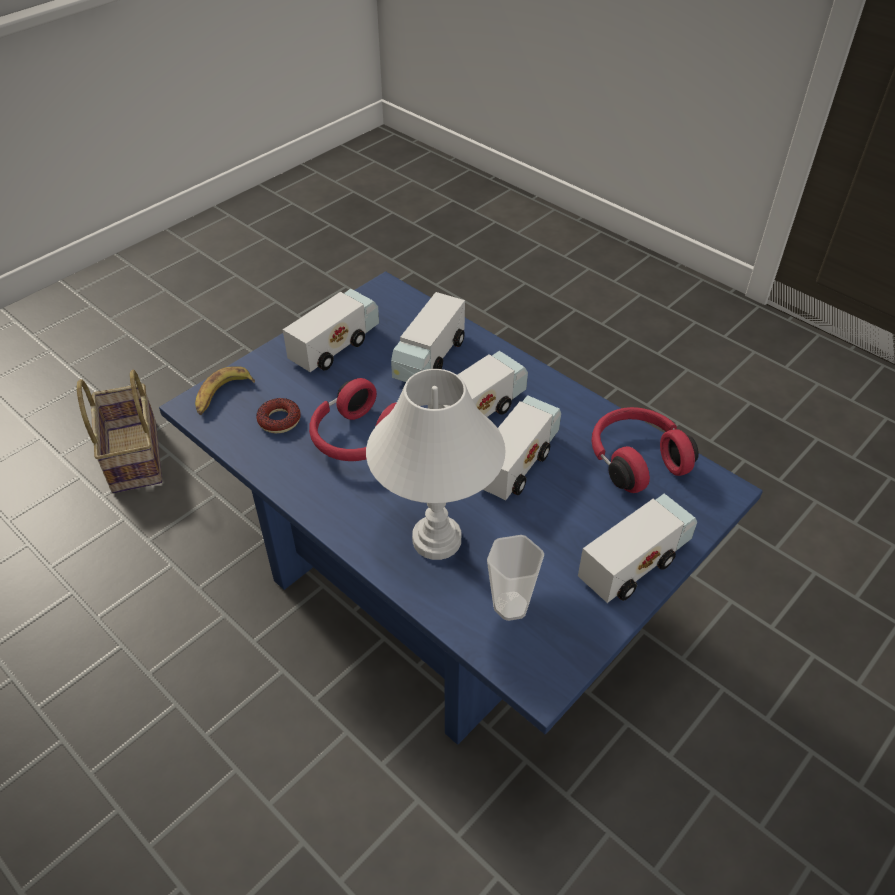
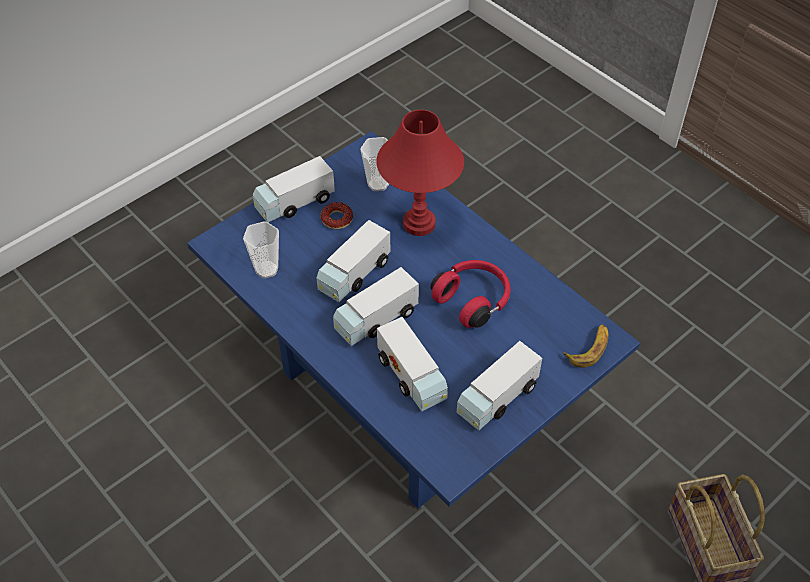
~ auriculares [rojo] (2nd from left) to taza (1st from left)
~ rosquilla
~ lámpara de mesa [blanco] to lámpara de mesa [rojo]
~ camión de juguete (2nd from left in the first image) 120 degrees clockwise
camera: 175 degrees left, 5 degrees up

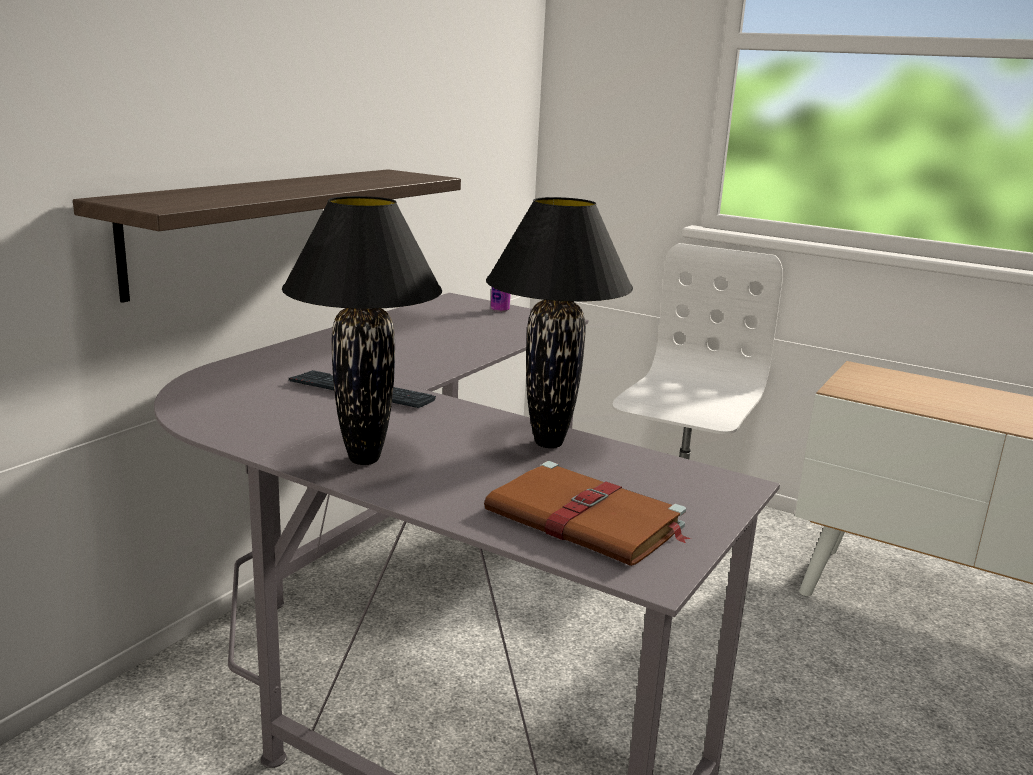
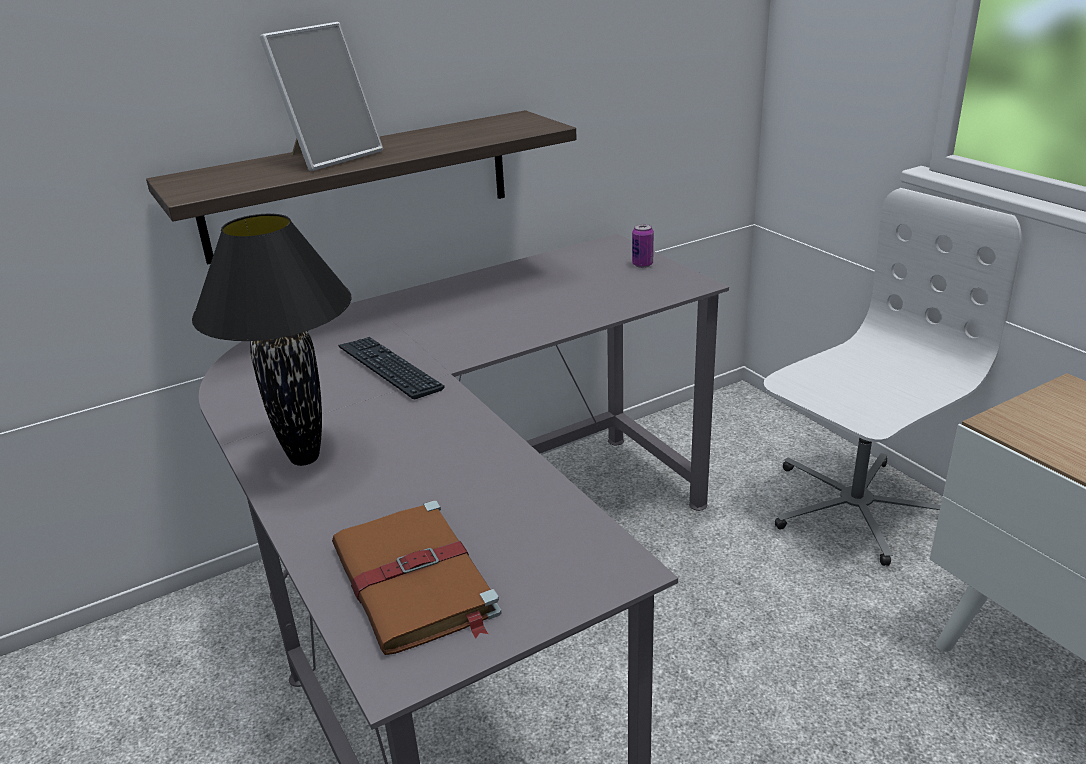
+ portarretratos
- lámpara de mesa [negro] (2nd from left)
camera: 30 degrees right, 10 degrees up

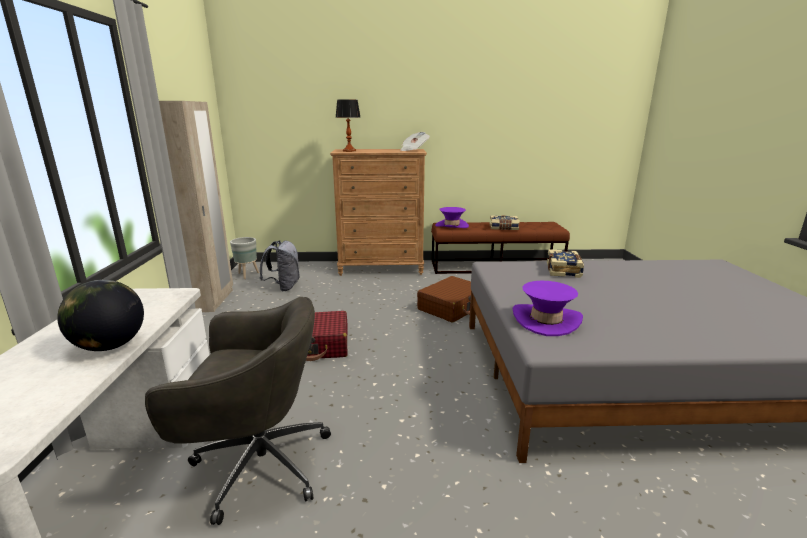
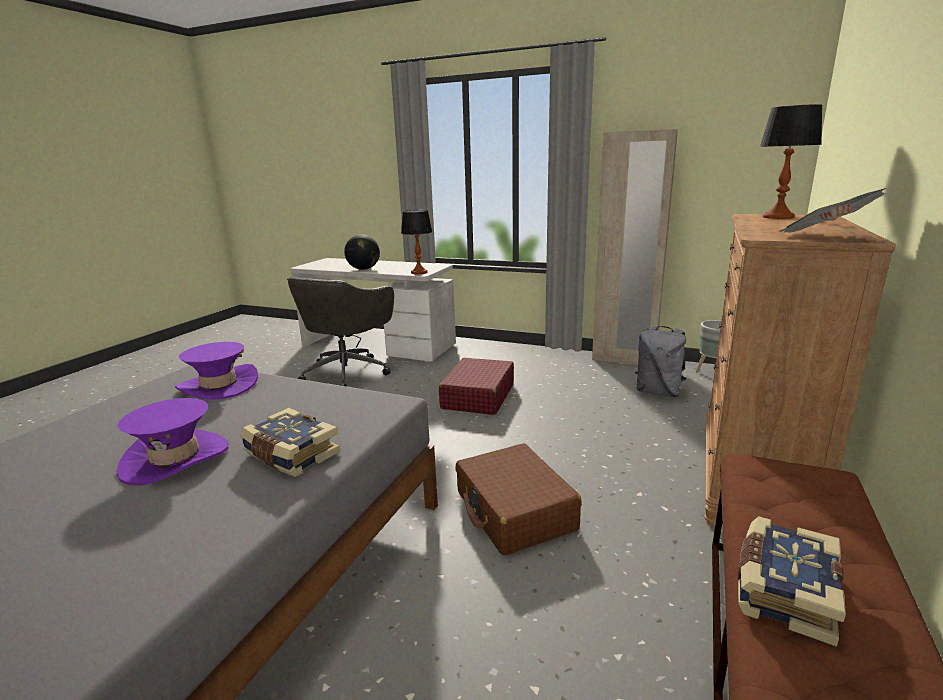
~ sombrero [morado] (1st from left)
+ lámpara de mesa (1st from left)
camera: 115 degrees right, 0 degrees up

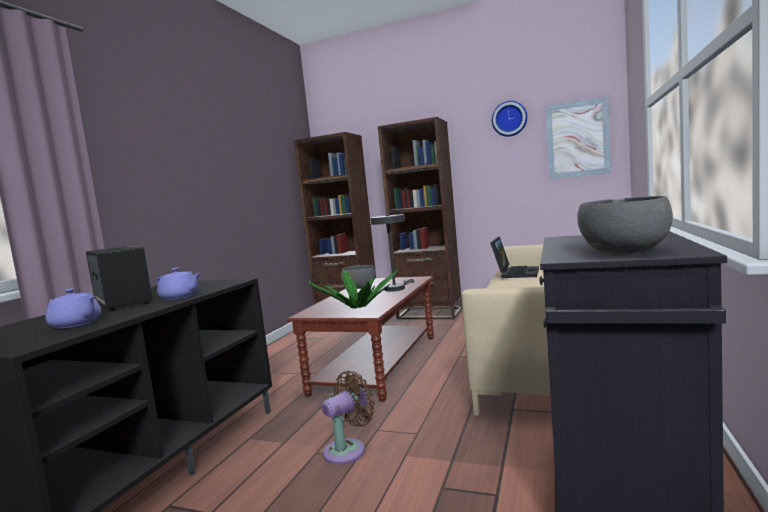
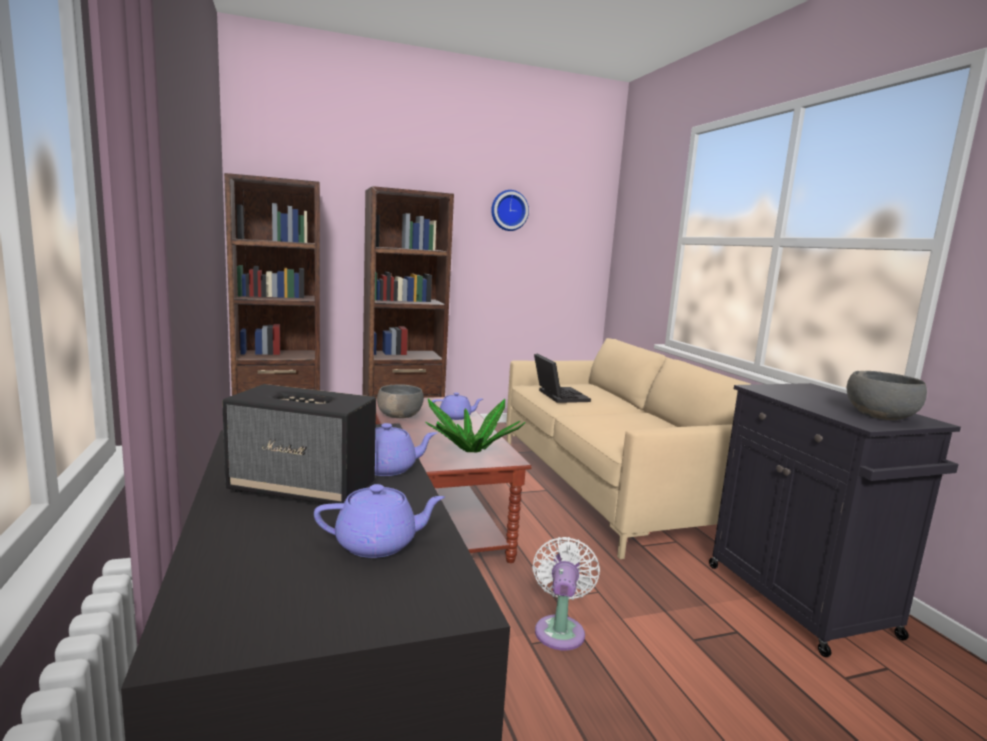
~ lámpara de mesa [gris] to tetera [morado] (3rd from left)
~ ventilador [marrón] to ventilador [blanco]
- cuadro
camera: 40 degrees left, 5 degrees up

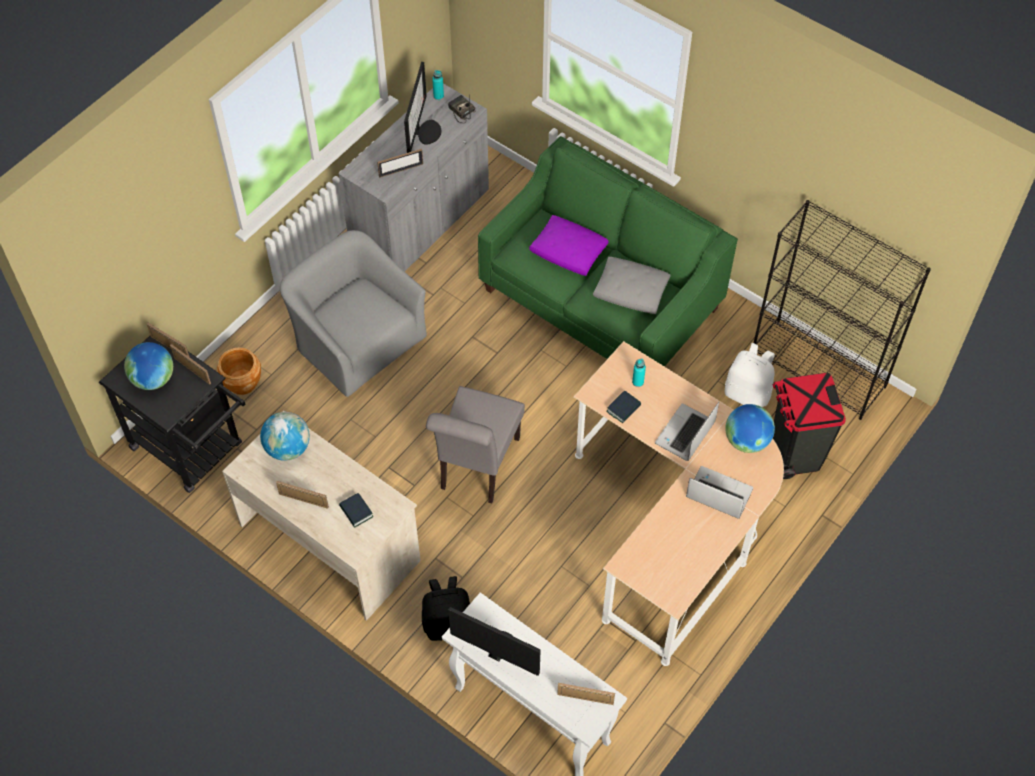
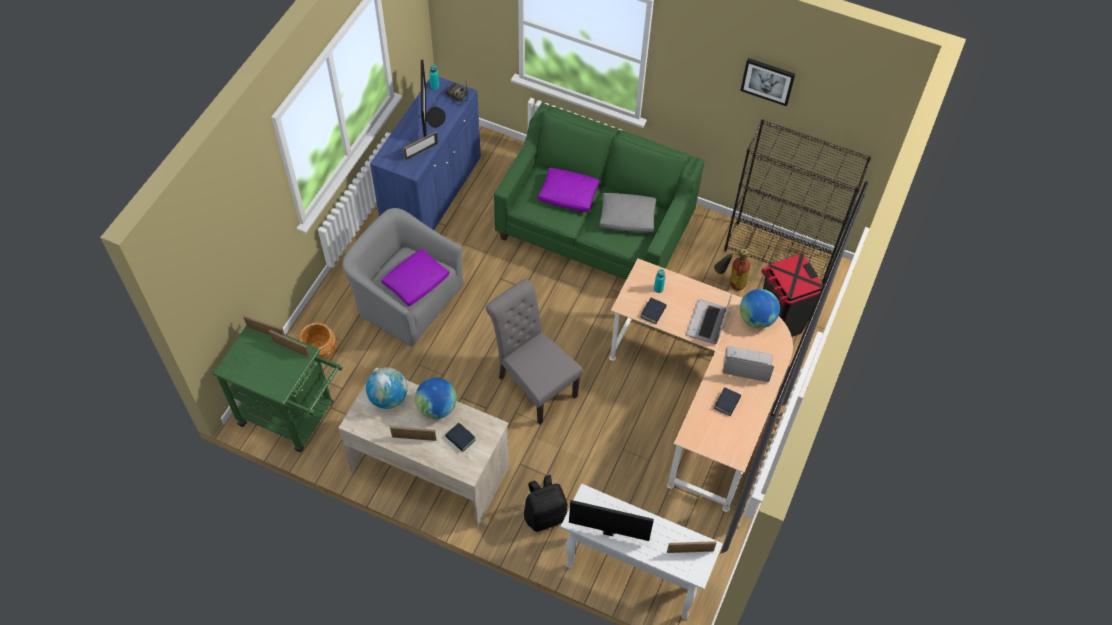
~ carrito [negro] to carrito [verde]
~ armario [gris] to armario [azul]
+ cojín [morado] (1st from left)
~ globo terráqueo (1st from left in the first image) to globo terráqueo (2nd from left)
~ silla [gris] 135 degrees clockwise
~ mochila [blanco] to extintor
+ libro (3rd from left)
+ cuadro
camera: 15 degrees left, 0 degrees up

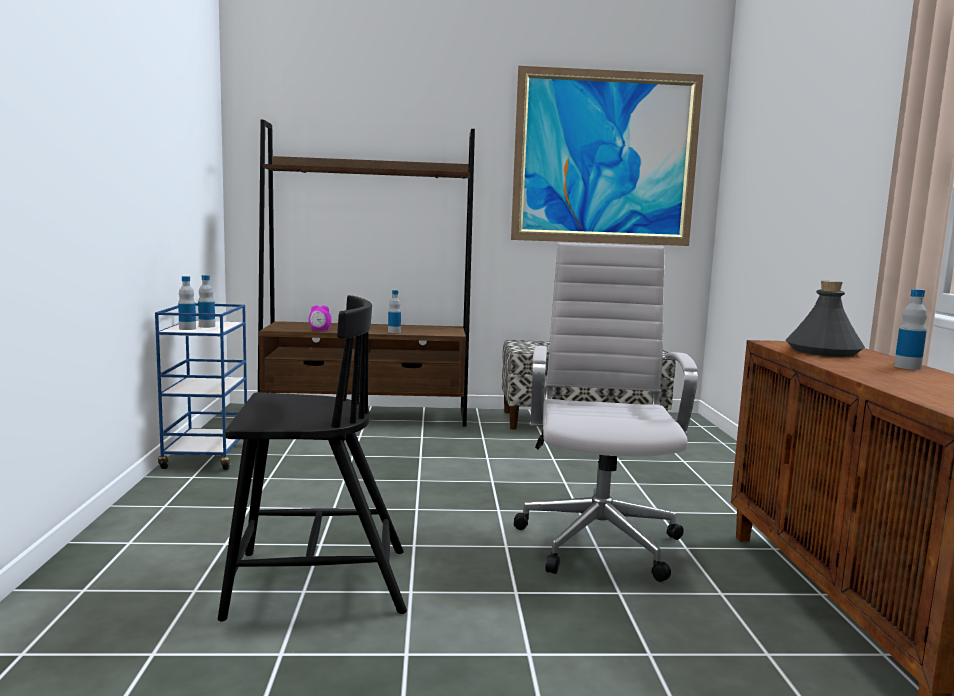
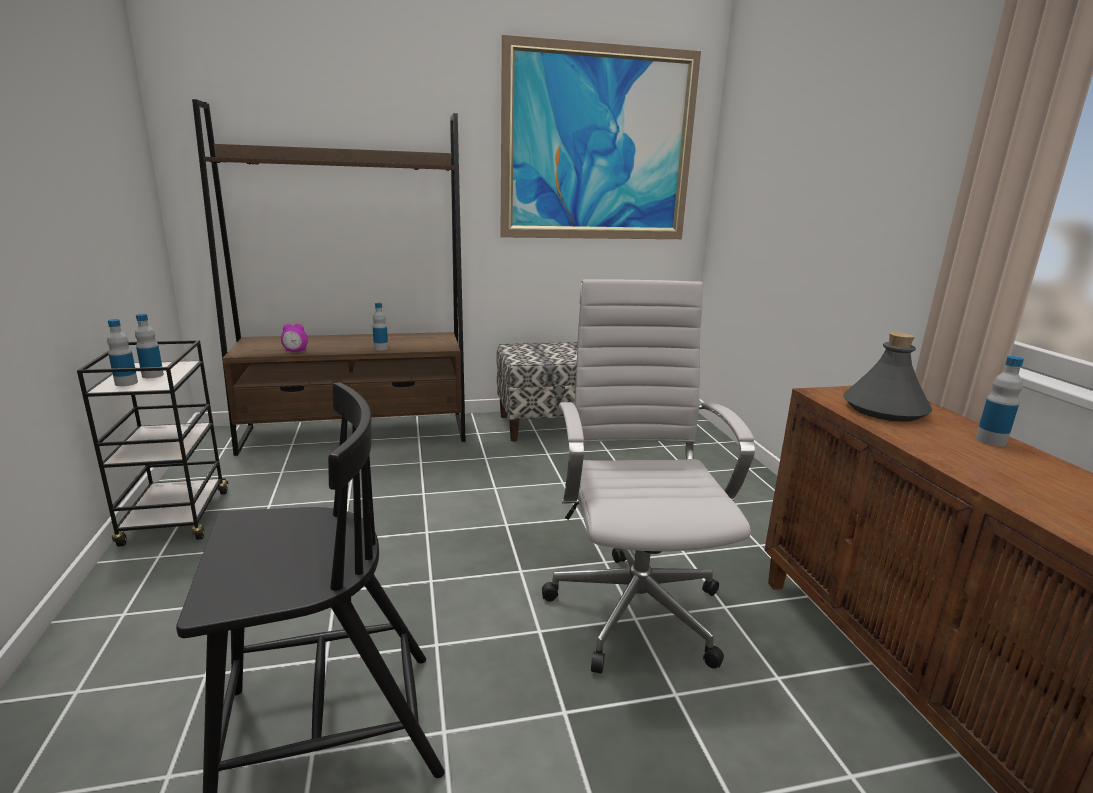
~ carrito [azul] to carrito [negro]
camera: 10 degrees left, 10 degrees up

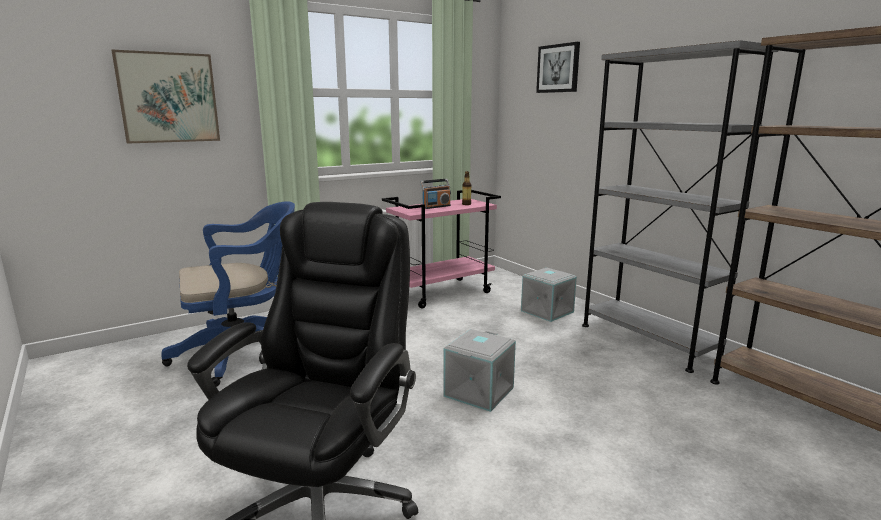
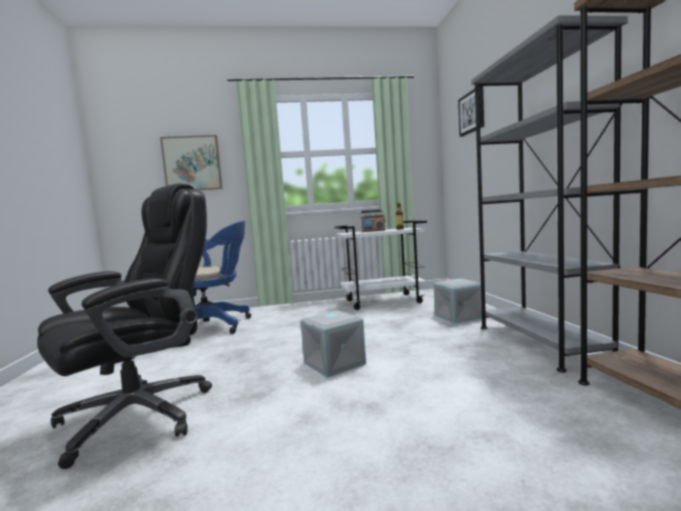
~ carrito [rosa] to carrito [blanco]
camera: 25 degrees right, 10 degrees down

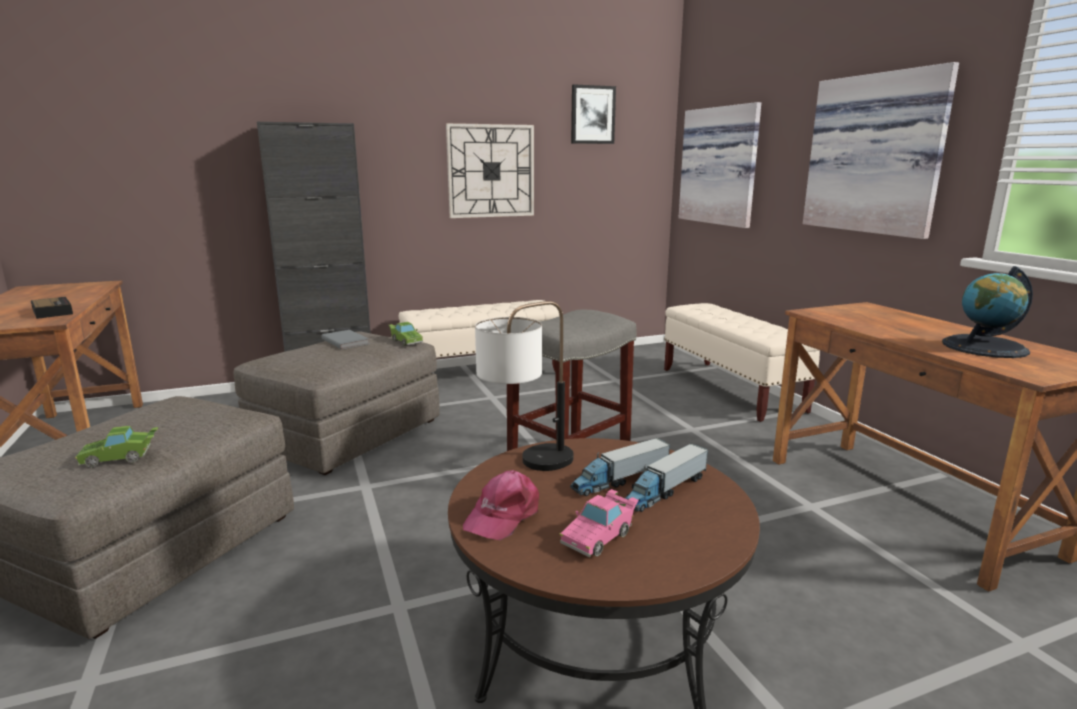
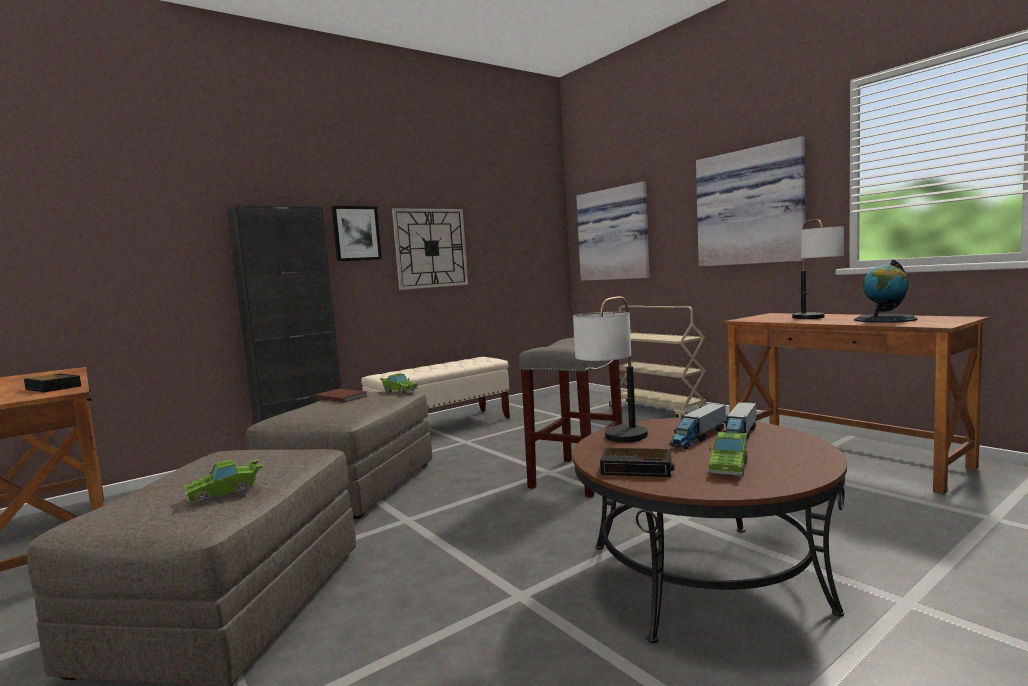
~ libro [gris] to libro [marrón]
~ cuadro (1st from left)
~ gorra [rosa] to despertador (2nd from left)
~ banco [beis] (2nd from left) to carrito [beis]
~ coche de juguete [rosa] to coche de juguete [verde] (3rd from left)
+ lámpara de mesa (2nd from left)
camera: 15 degrees left, 10 degrees down

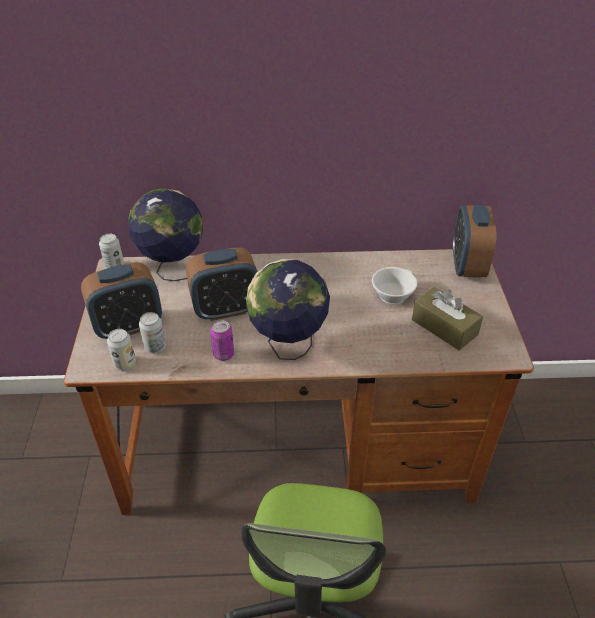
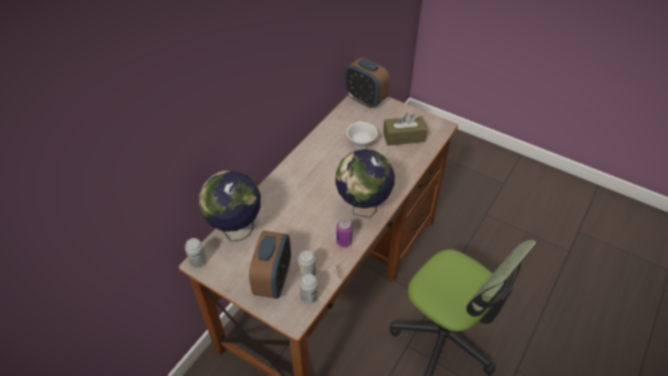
- despertador (2nd from left)
camera: 55 degrees left, 5 degrees up

